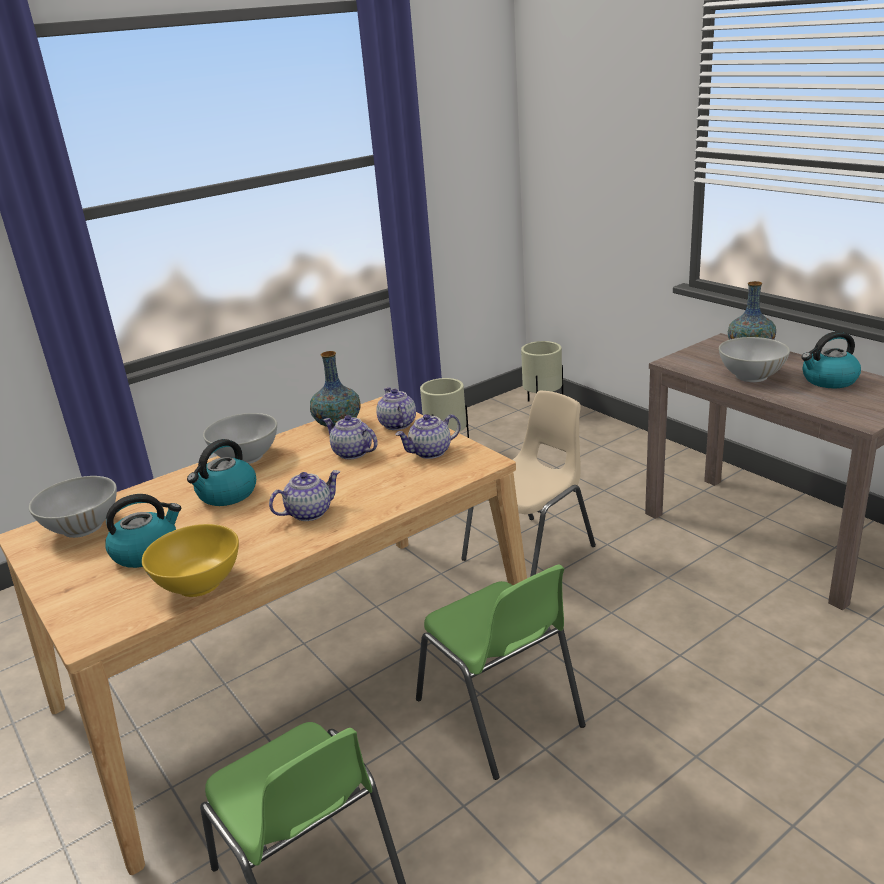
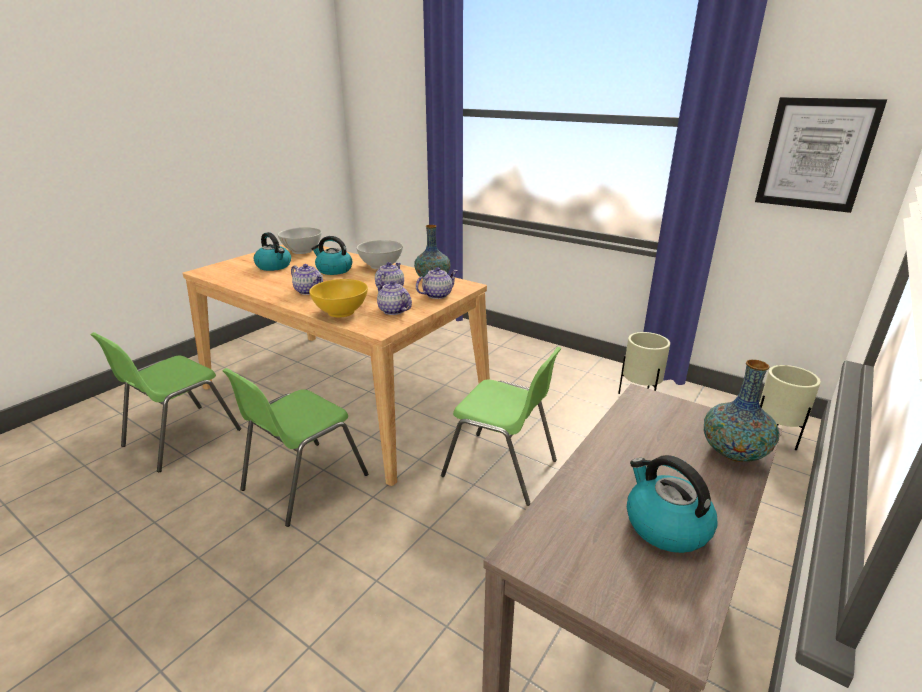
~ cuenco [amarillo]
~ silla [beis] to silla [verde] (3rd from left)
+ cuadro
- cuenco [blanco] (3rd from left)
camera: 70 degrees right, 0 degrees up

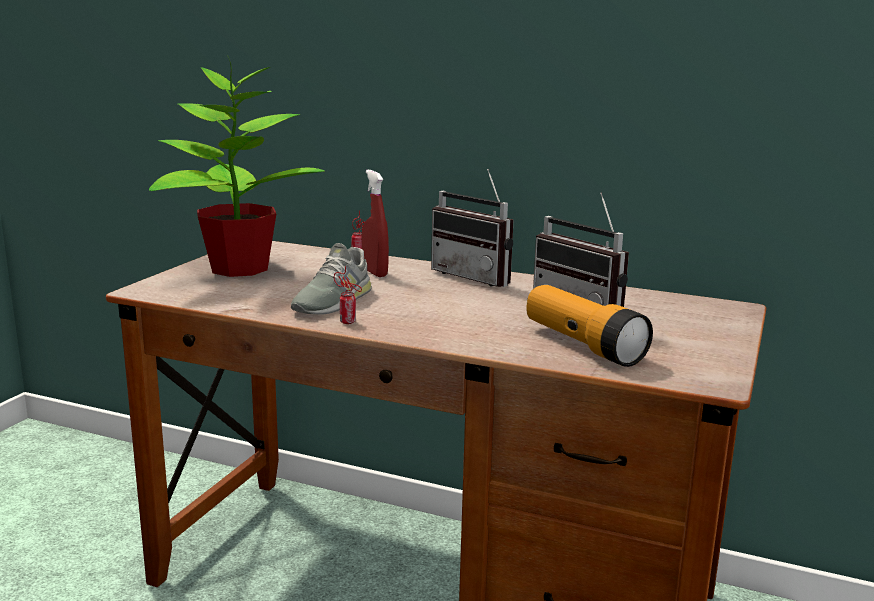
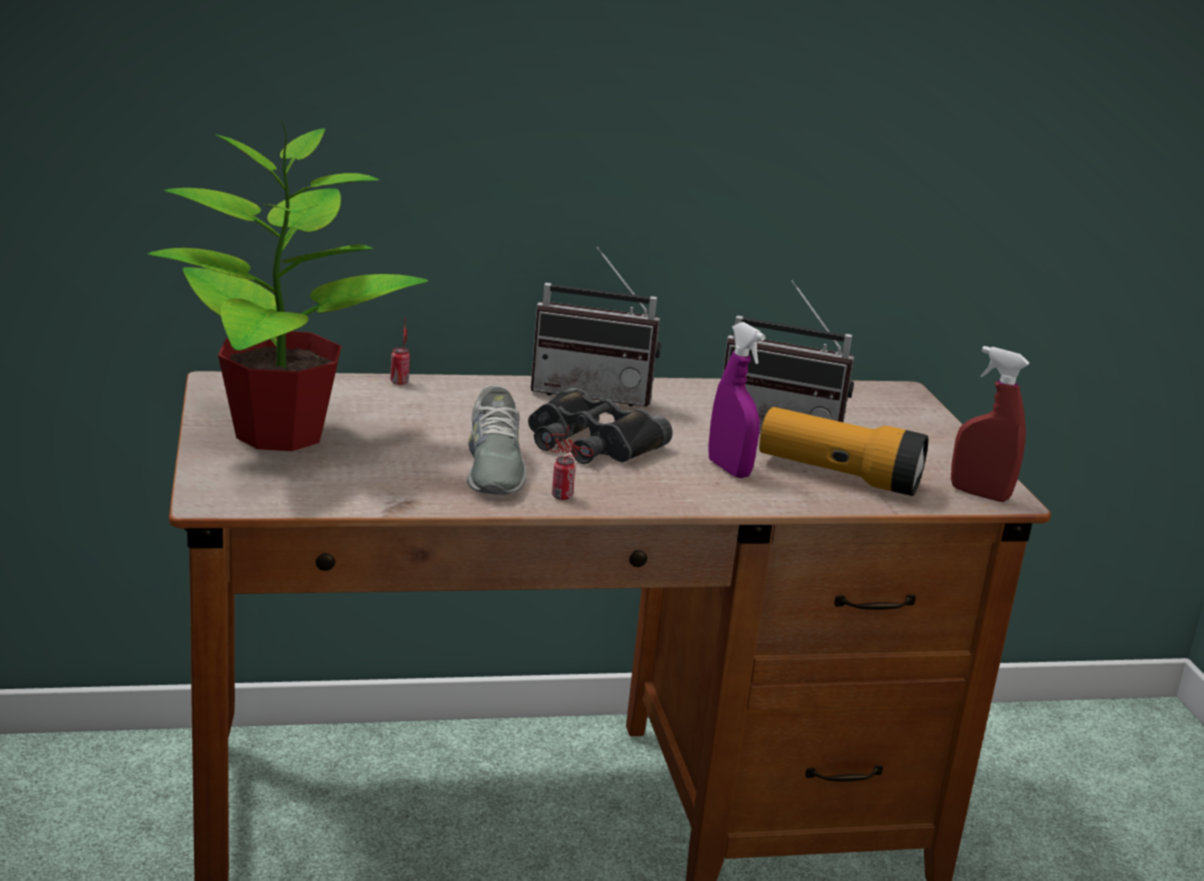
+ prismáticos [negro]
+ pulverizador [morado]
~ pulverizador [rojo]
camera: 35 degrees left, 5 degrees up

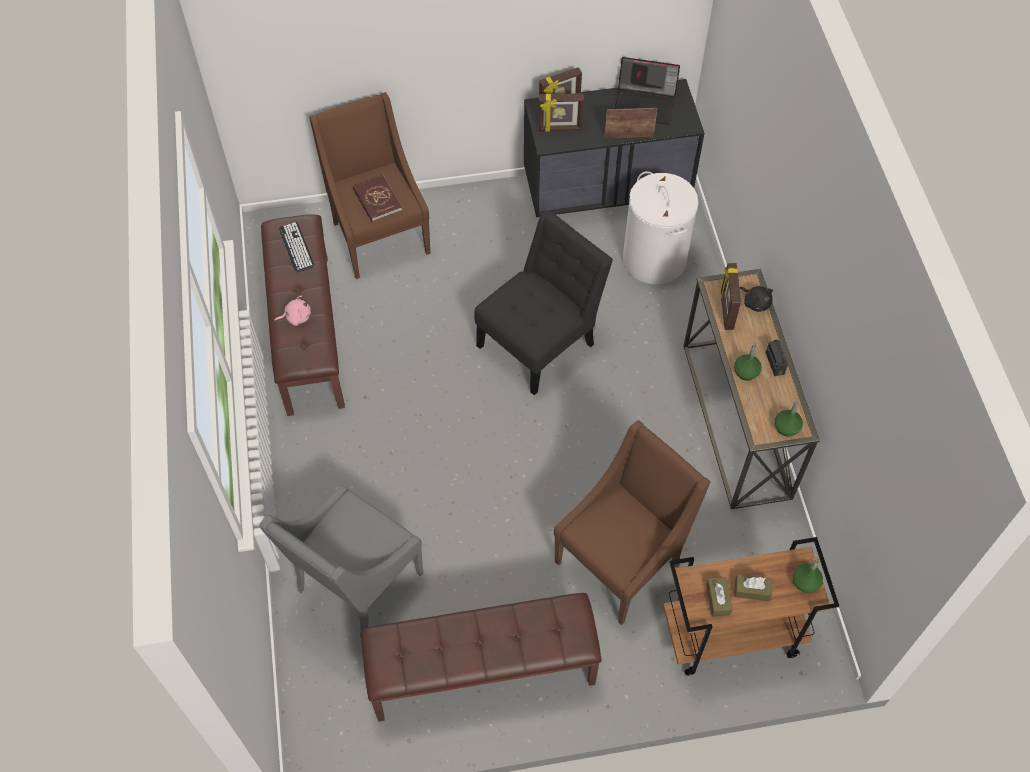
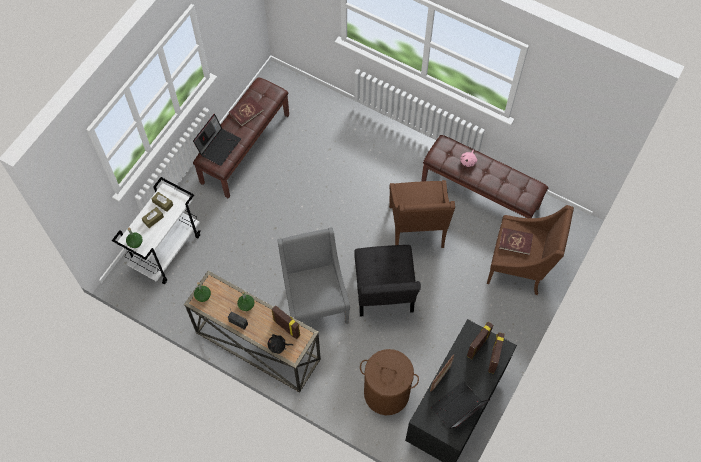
~ carrito [marrón] to carrito [blanco]
+ portátil (1st from left)
+ libro [rojo] (1st from left)
~ sillón [gris]
~ cesto de la ropa [blanco] to cesto de la ropa [marrón]
~ sillón [marrón] (2nd from left in the first image) to sillón [marrón] (1st from left)
- teclado
camera: 130 degrees right, 5 degrees up

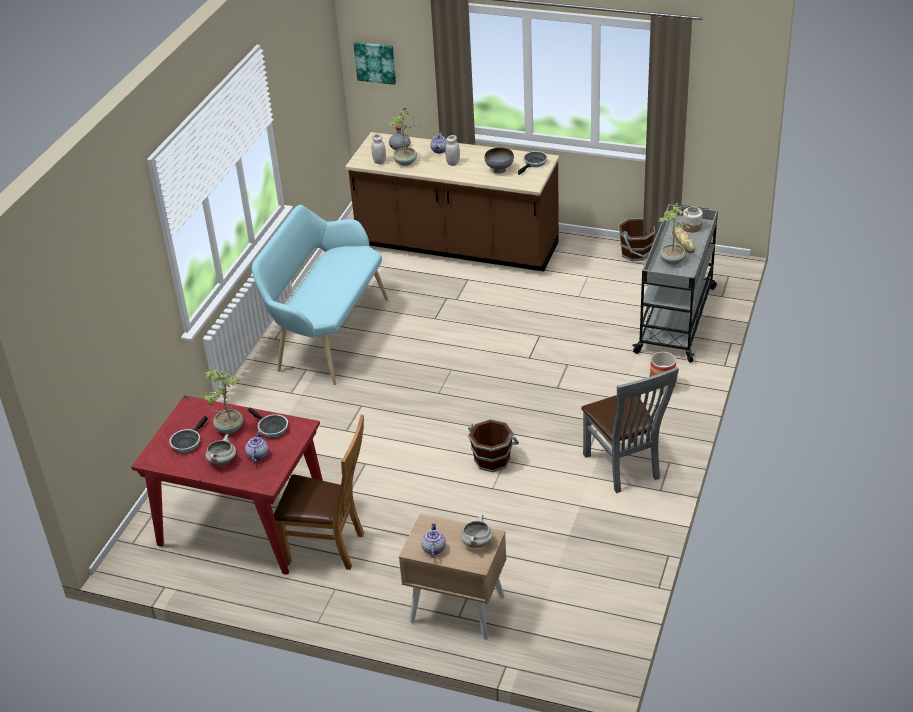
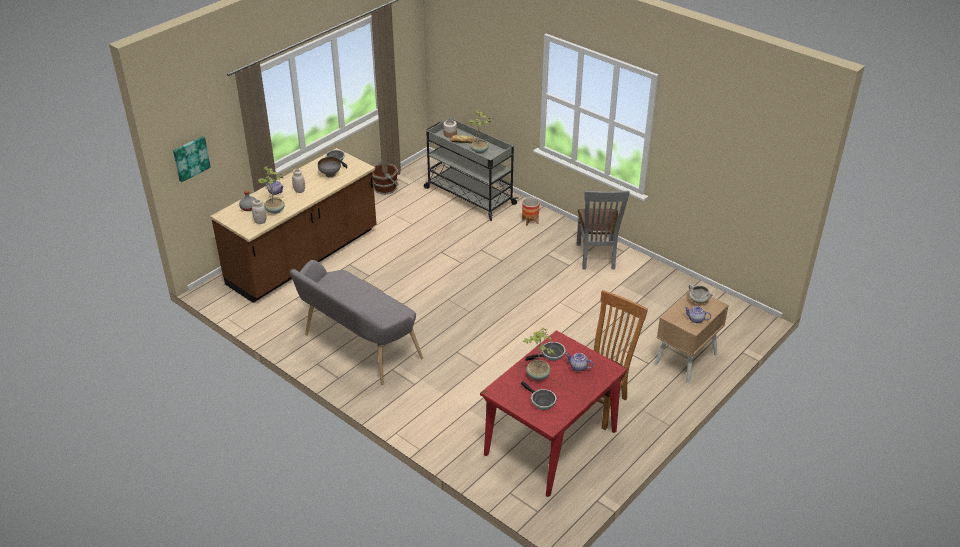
~ banco [turquesa] to banco [gris]
~ silla [gris] 90 degrees clockwise
- olla [blanco] (1st from left)
- cubo [marrón] (1st from left)
camera: 70 degrees left, 0 degrees up

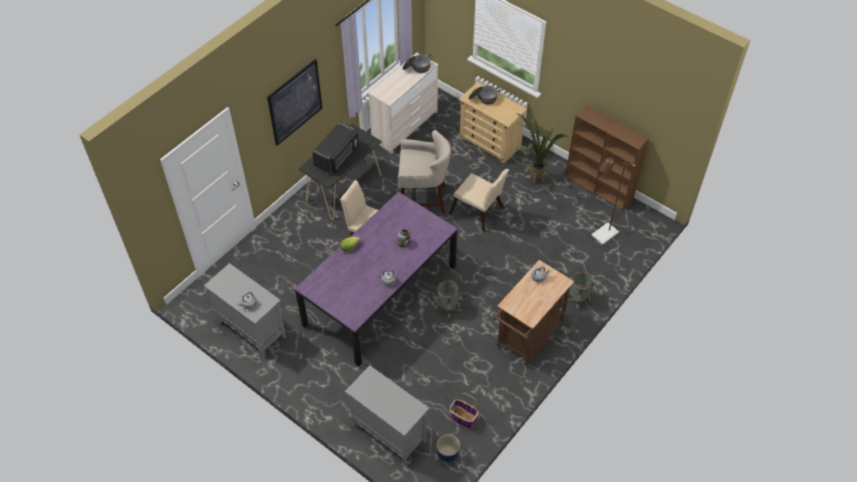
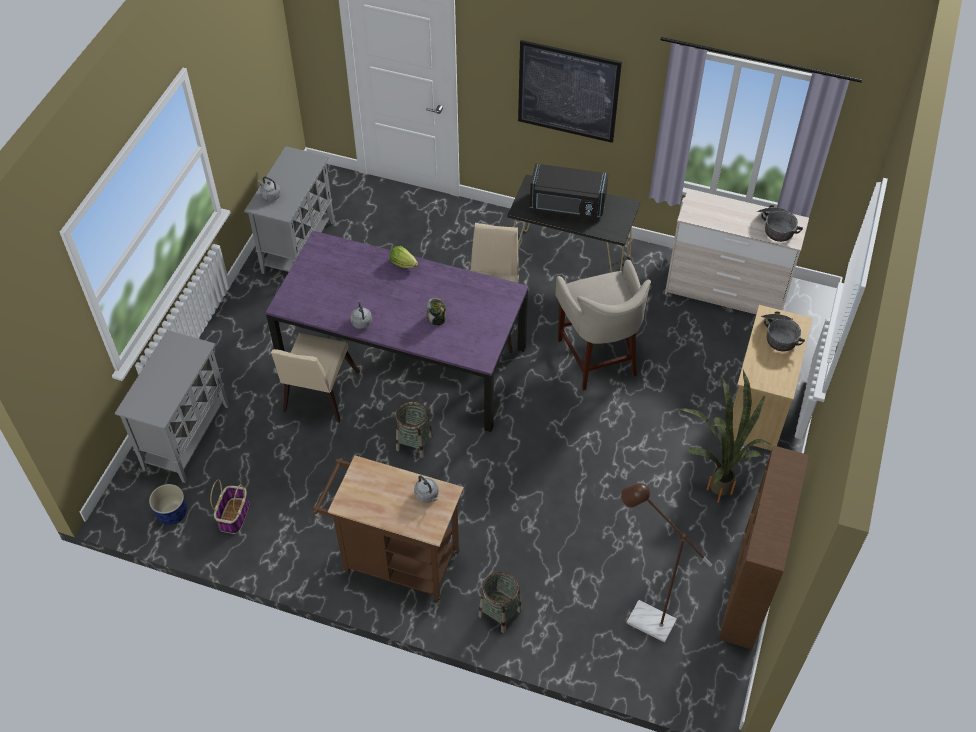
~ silla [beis] (2nd from left in the first image) to silla [beis] (1st from left)
camera: 70 degrees right, 0 degrees up

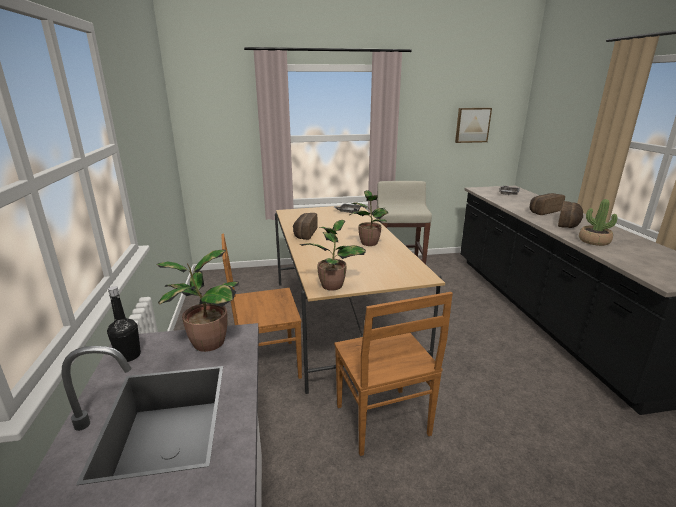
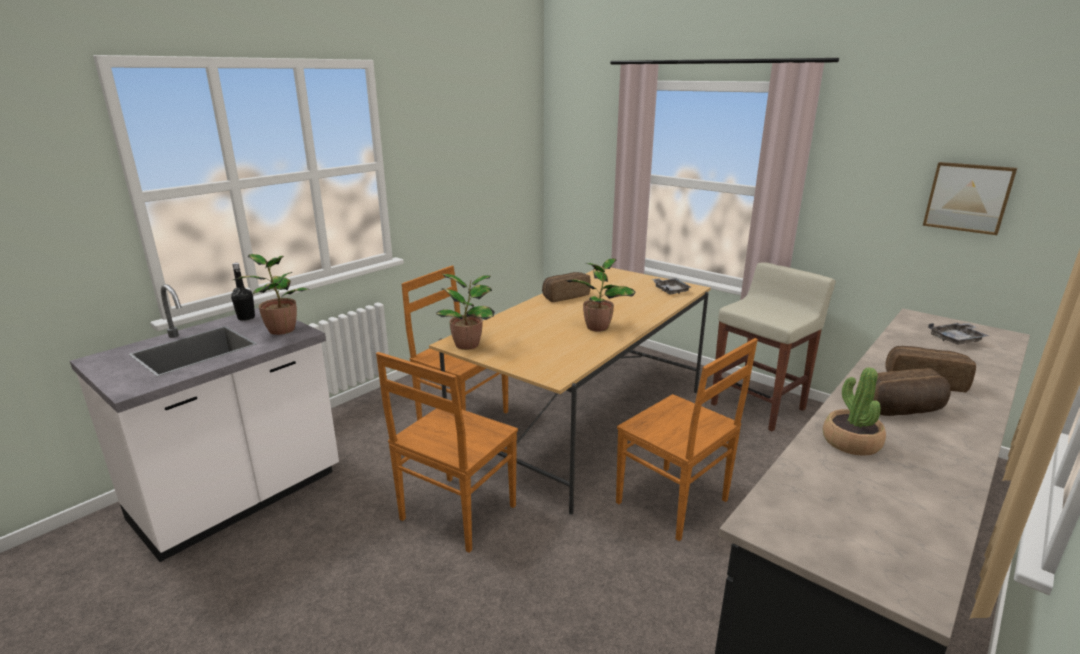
+ silla [marrón] (3rd from left)
camera: 50 degrees right, 0 degrees up

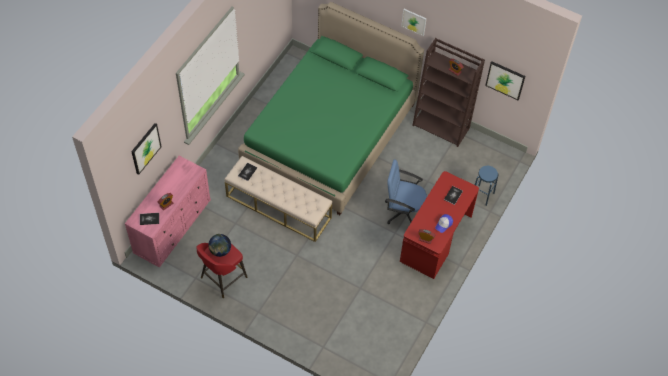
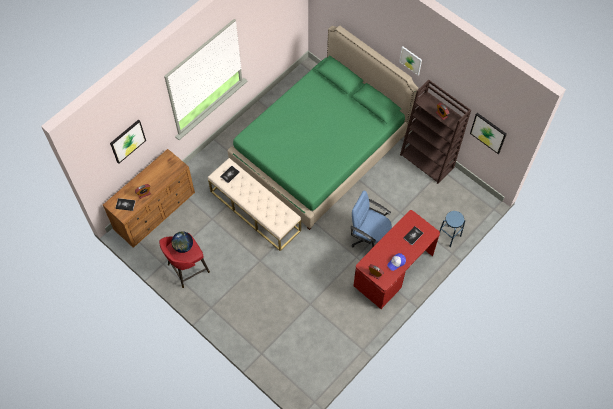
~ cómoda [rosa] to cómoda [marrón]
camera: 15 degrees right, 5 degrees up

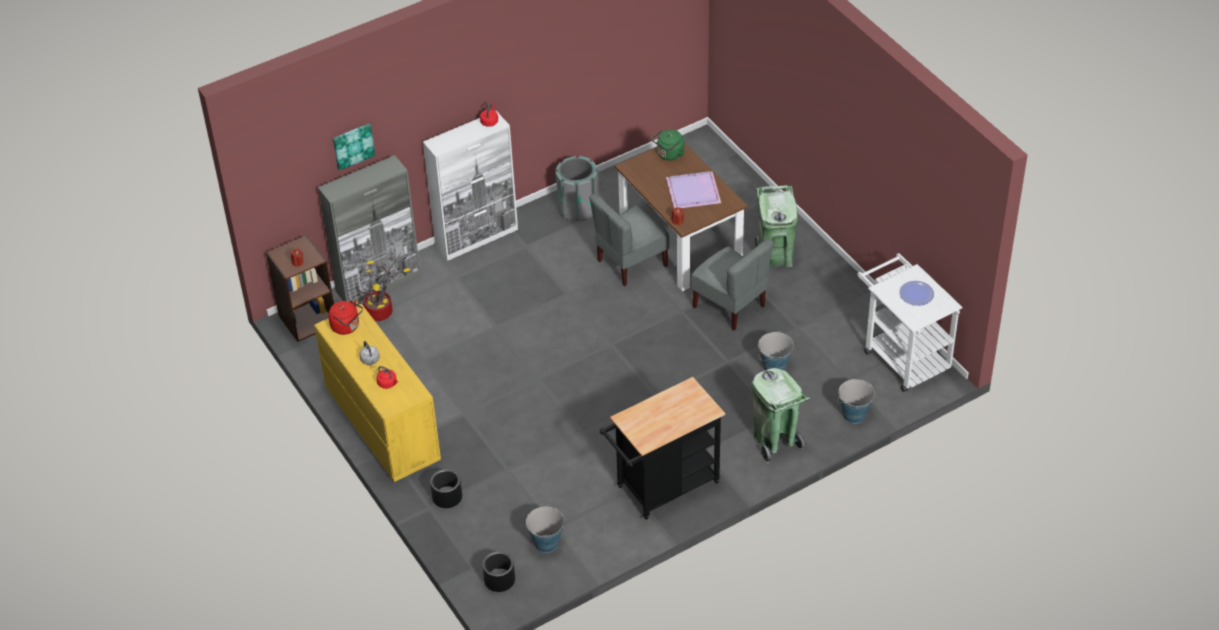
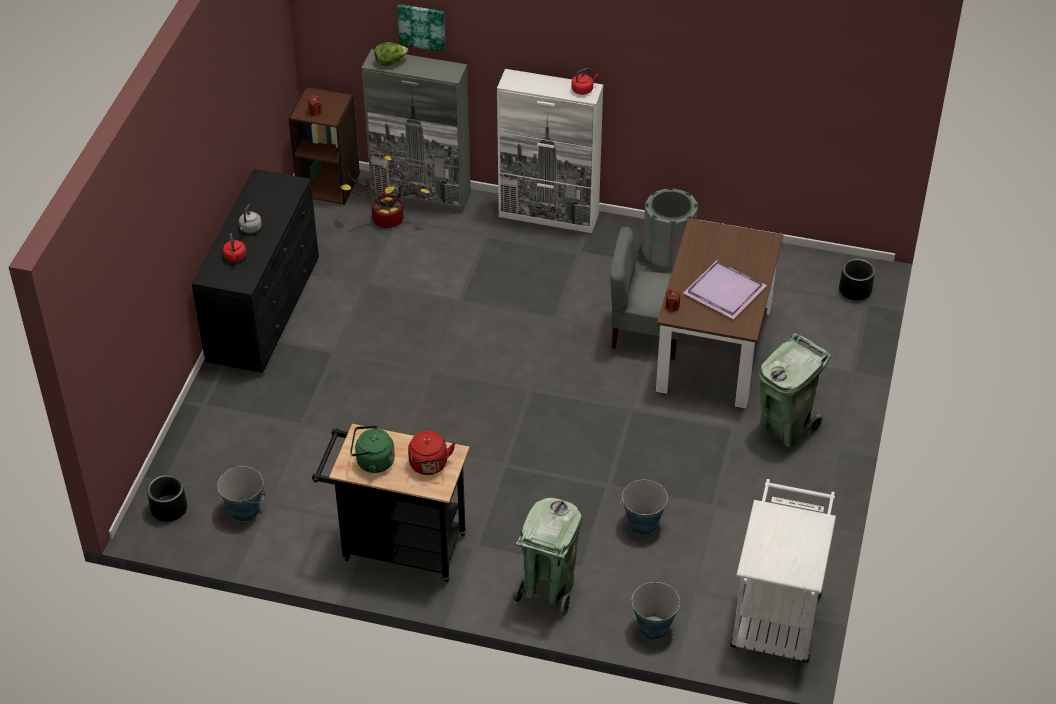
~ cómoda [amarillo] to cómoda [negro]
~ hervidor [verde]
+ lechuga
~ hervidor [rojo] (1st from left in the first image) to hervidor [rojo] (2nd from left)
~ maceta [negro] (1st from left in the first image) to maceta [negro] (2nd from left)
- silla [gris] (2nd from left)
- plato
camera: 45 degrees right, 0 degrees up

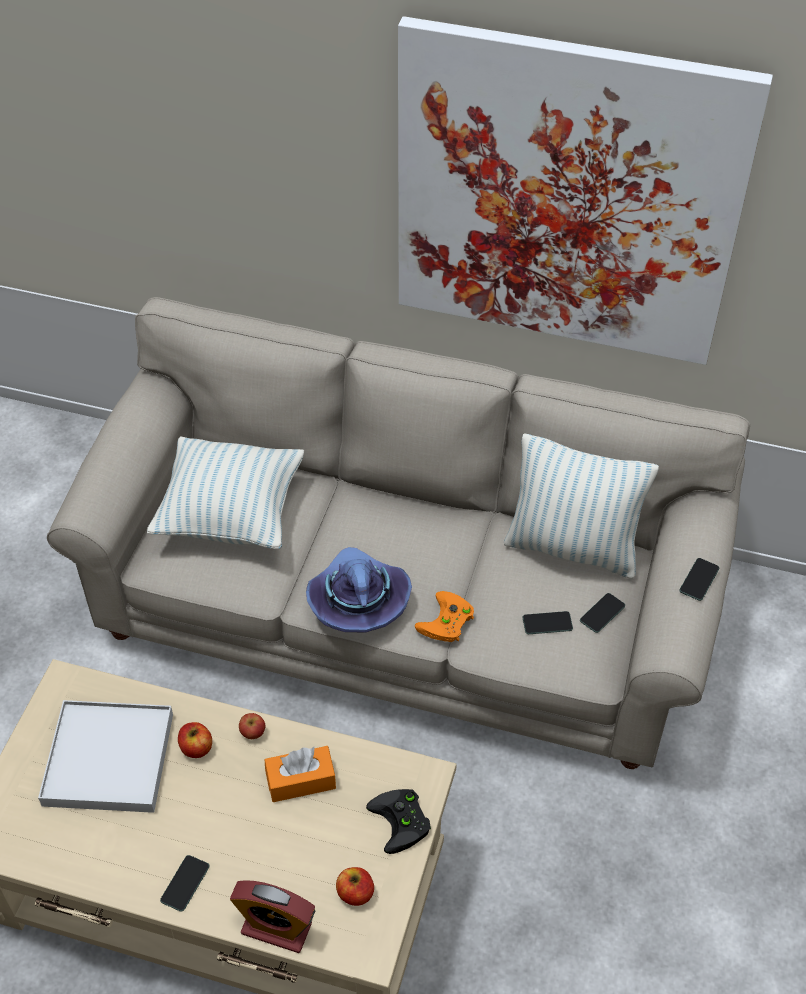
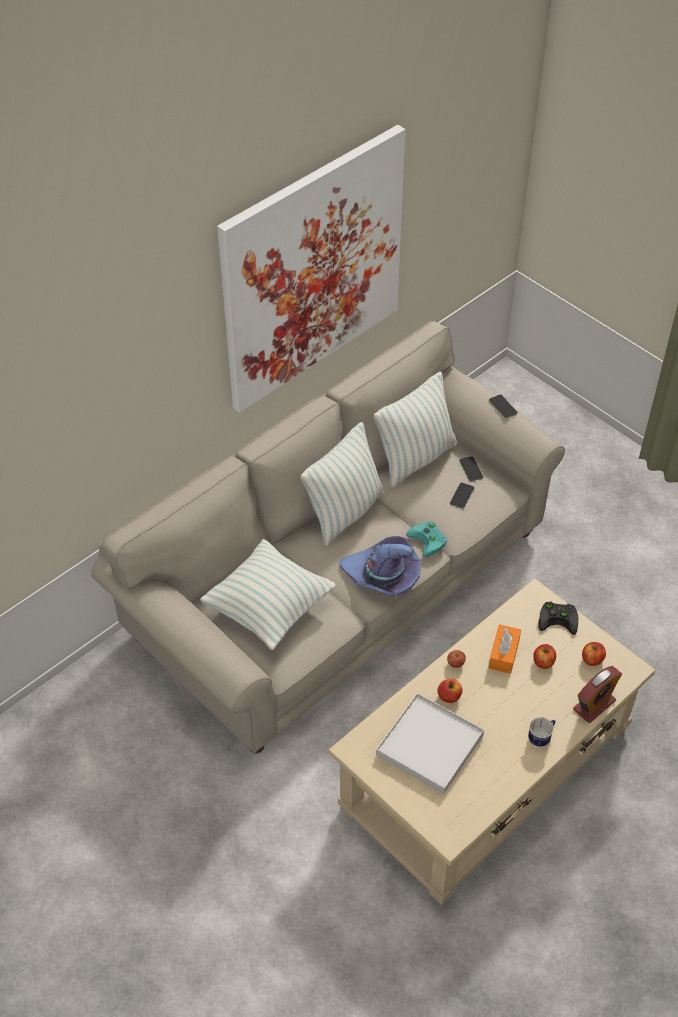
+ cojín (2nd from left)
~ mando de consola [naranja] to mando de consola [turquesa]
~ móvil (1st from left) to taza grande
+ manzana (3rd from left)
camera: 60 degrees left, 0 degrees up

